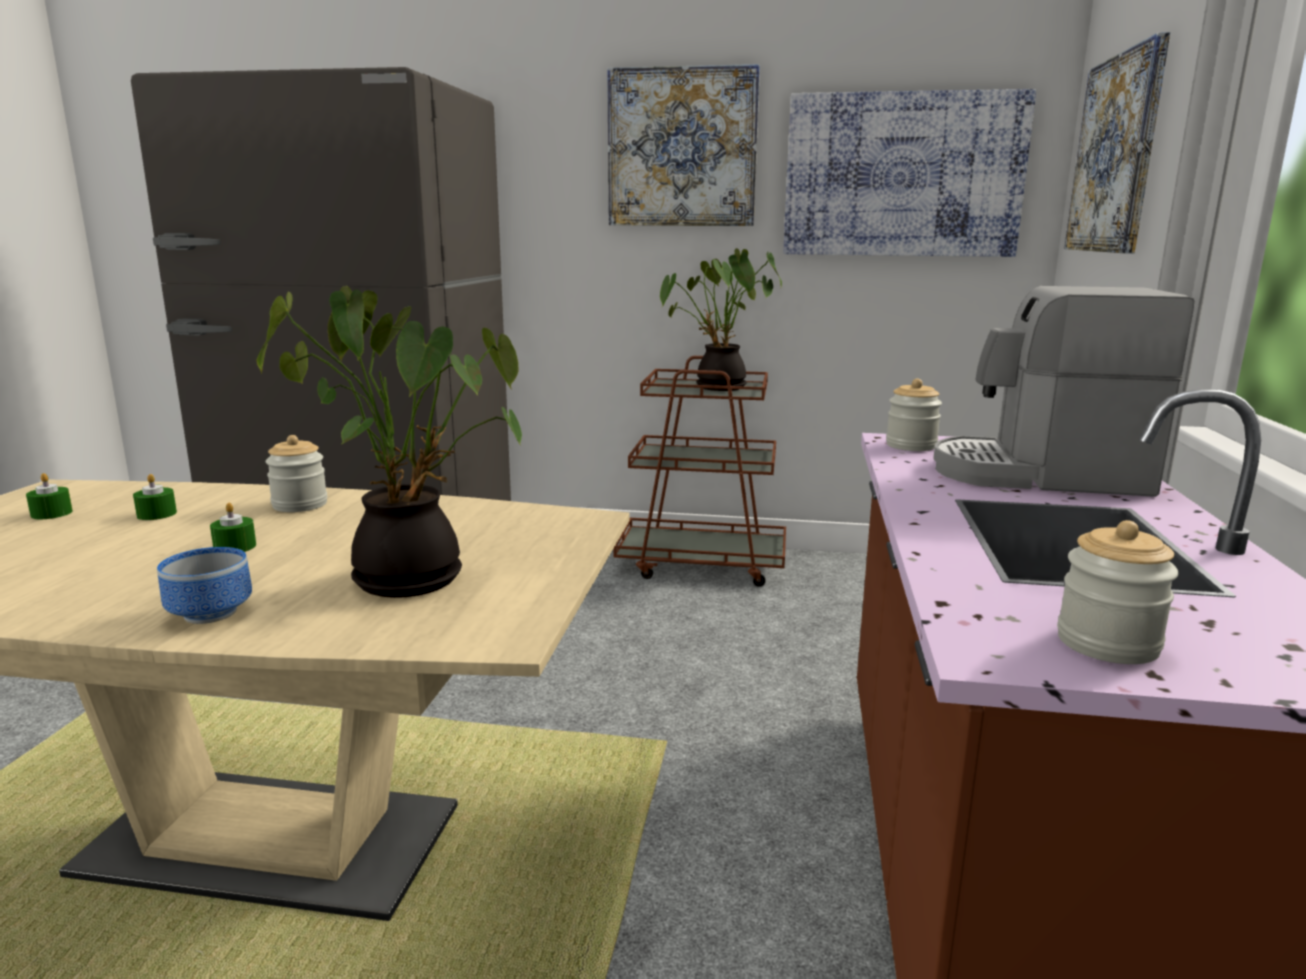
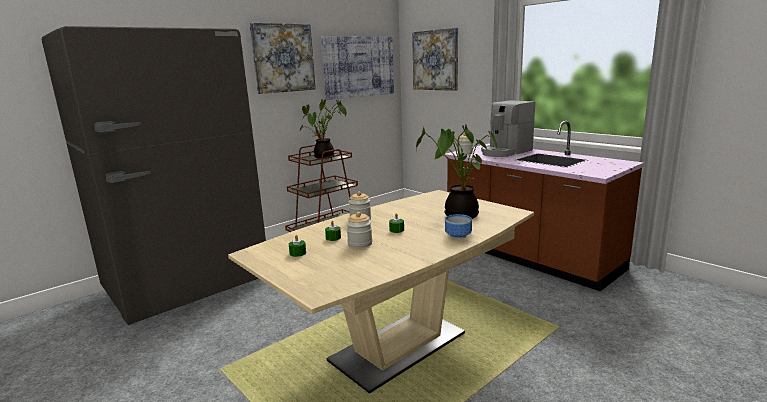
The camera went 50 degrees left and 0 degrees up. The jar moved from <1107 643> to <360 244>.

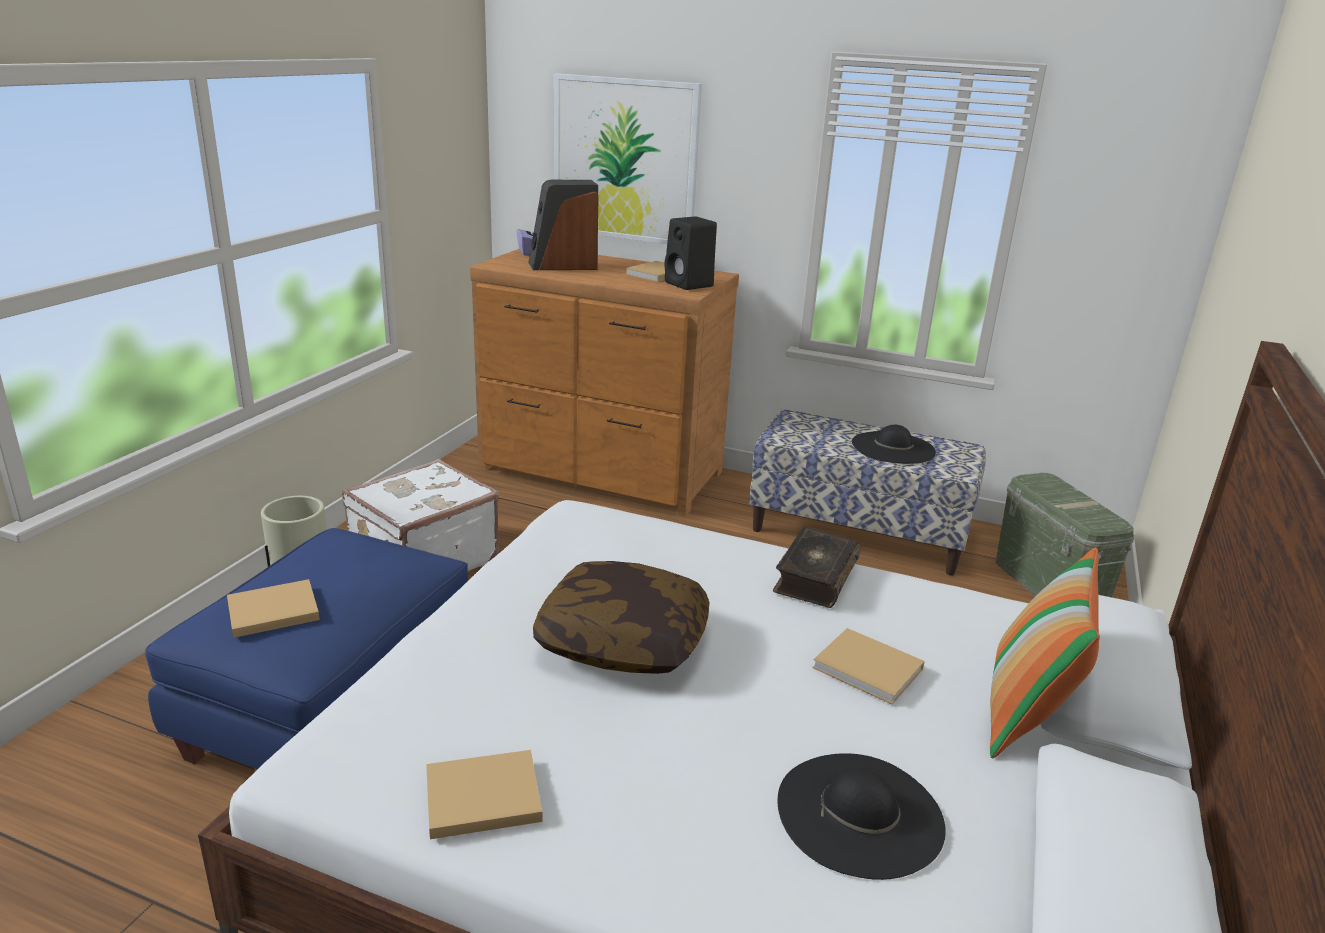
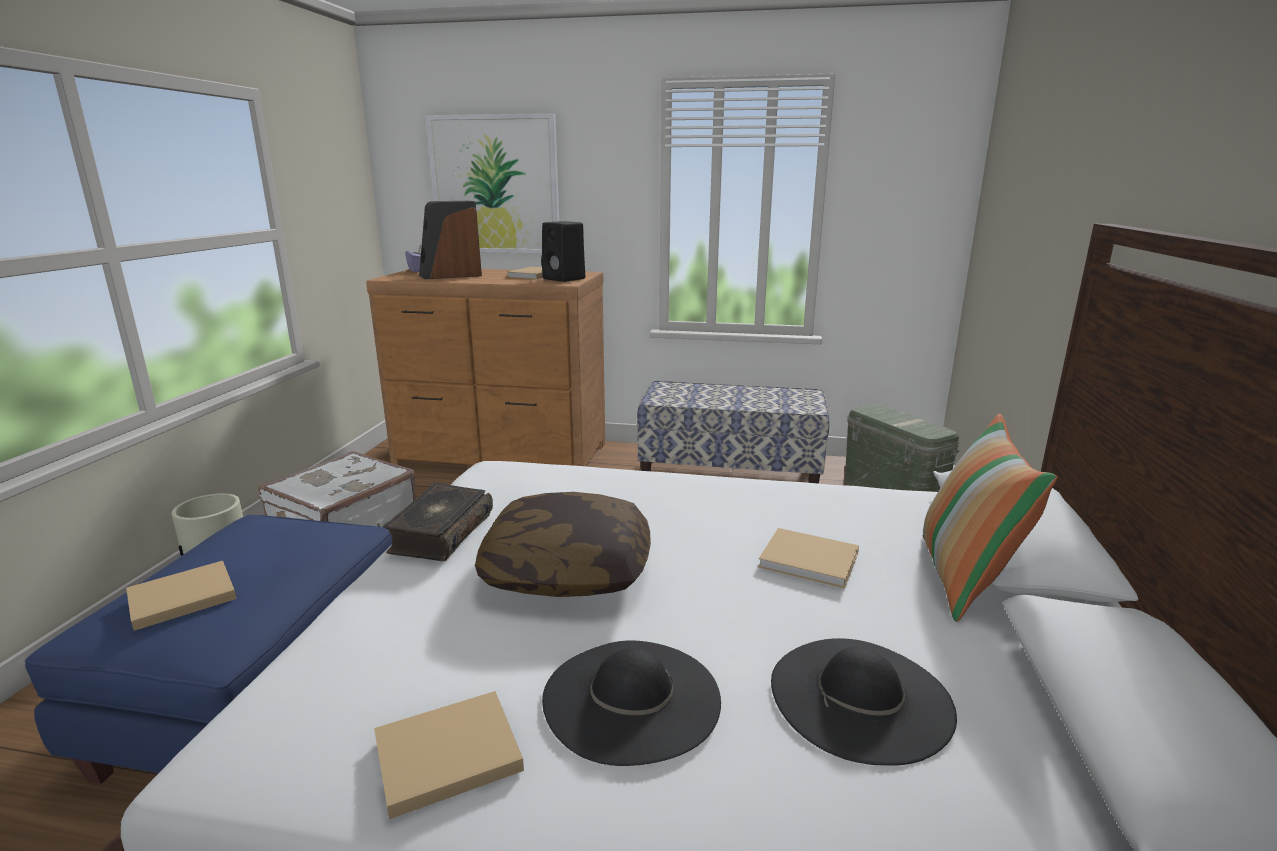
The camera went 10 degrees left and 5 degrees down. The book moved from <814 578> to <440 534>. The hat (black) moved from <893 447> to <631 698>.

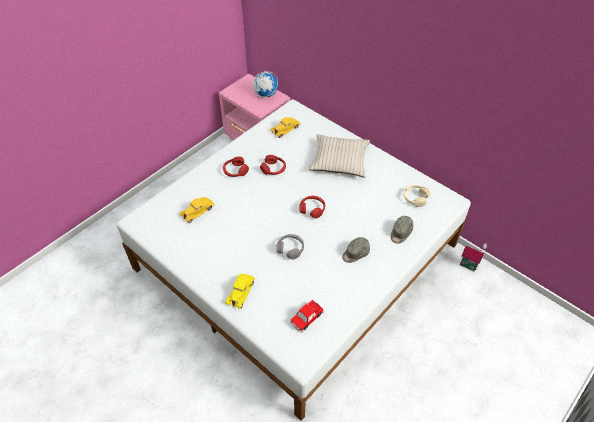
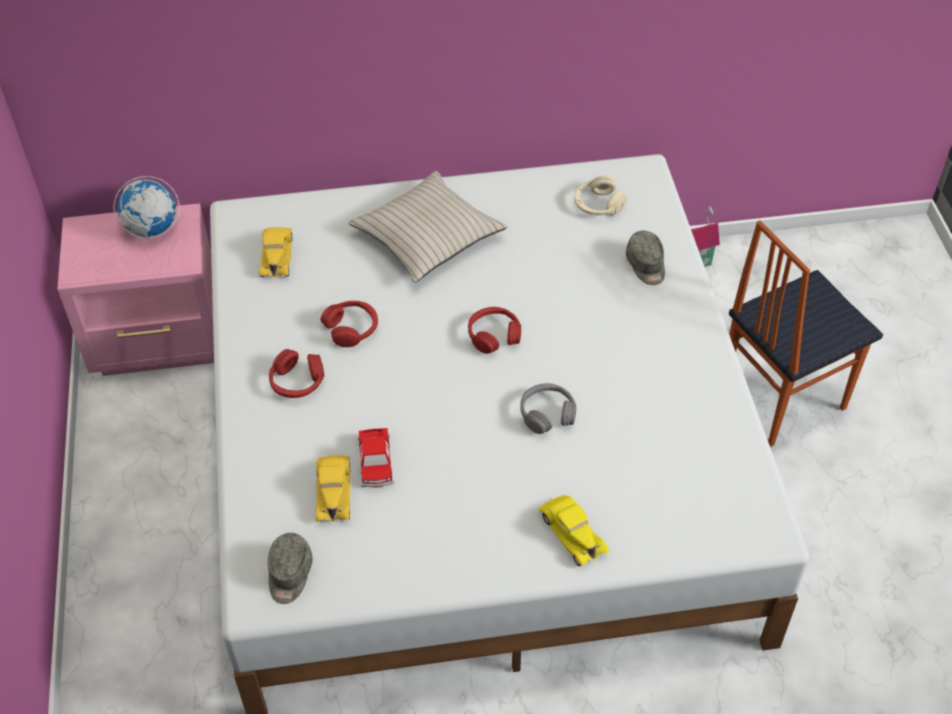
The camera went 50 degrees left and 0 degrees up. The cap (grey) moved from <355 253> to <289 574>. The toy car moved from <306 318> to <376 462>. The chair at <779 398> appeared.

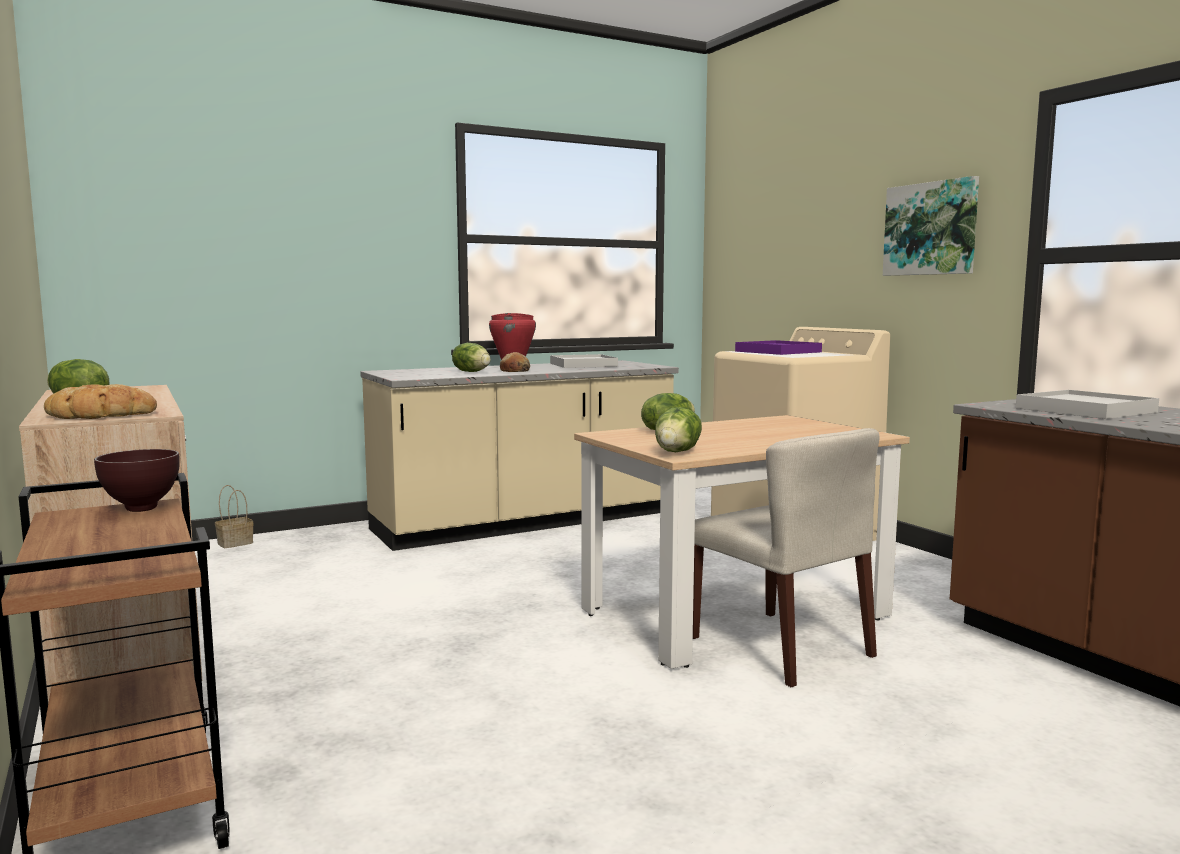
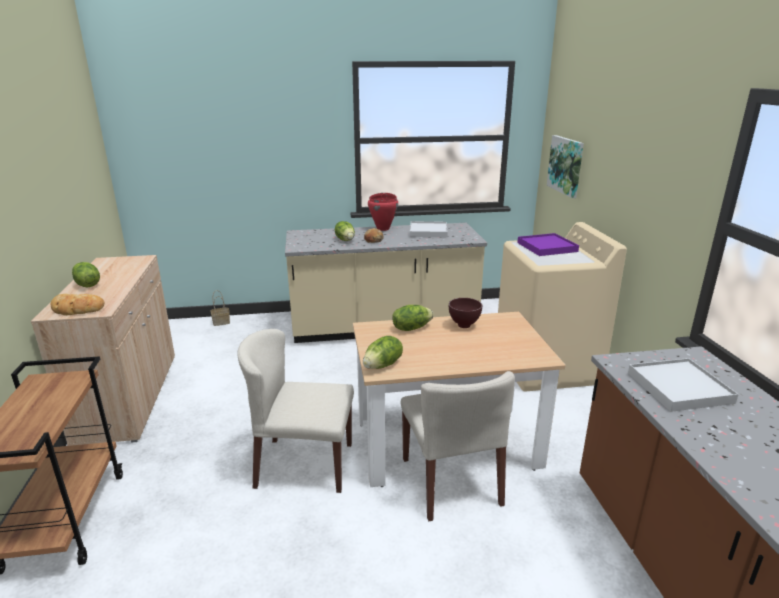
The camera went 20 degrees right and 15 degrees up. The chair (beige) at <303 465> appeared. The bowl (brown) moved from <141 509> to <464 326>. The picture moved from <931 229> to <566 165>.

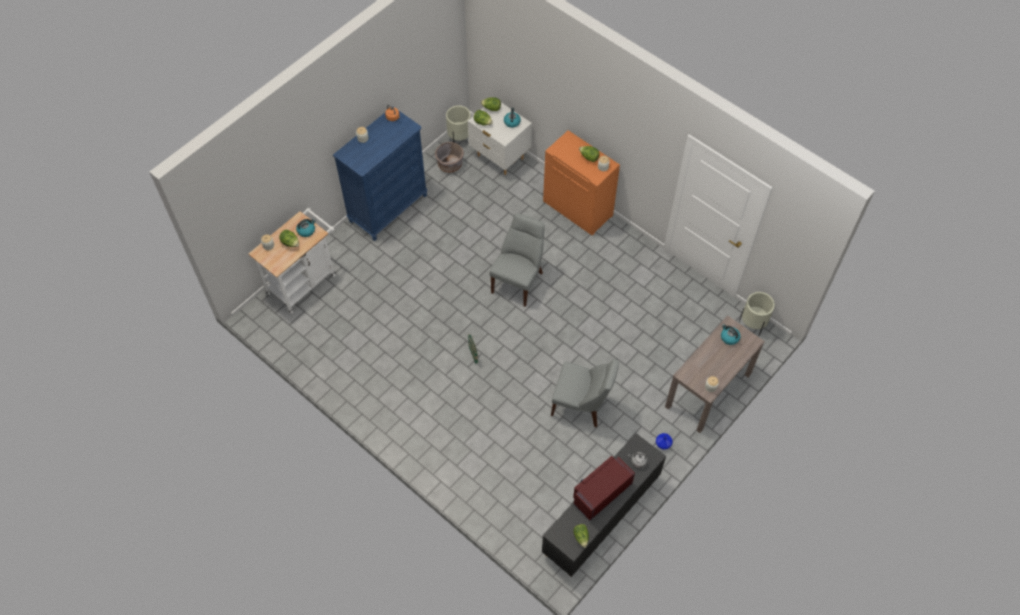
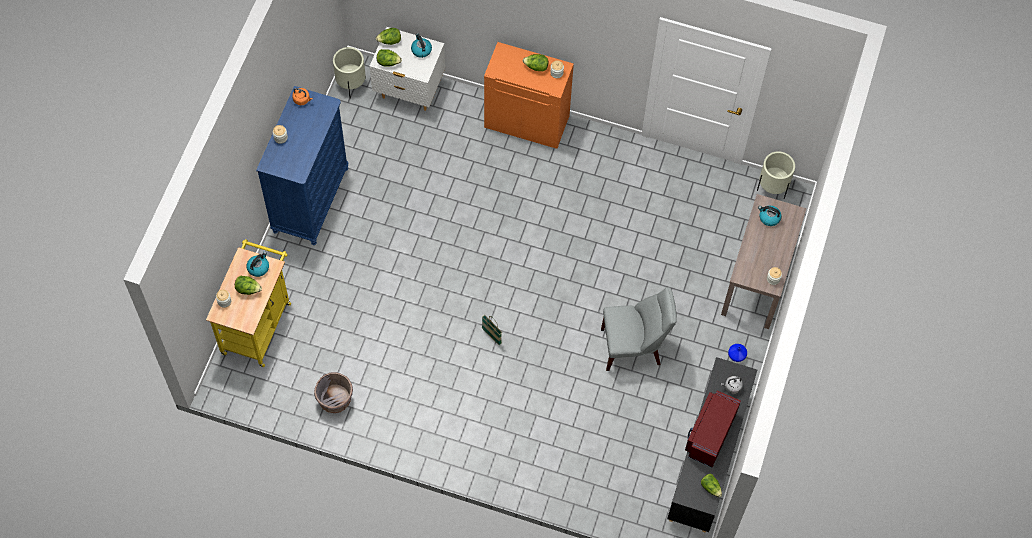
The camera went 25 degrees left and 5 degrees up. The cart (white) at <304 281> became the cart (yellow) at <258 323>. The planter (grey) moved from <450 165> to <335 399>. The chair (grey) at <519 281> disappeared.

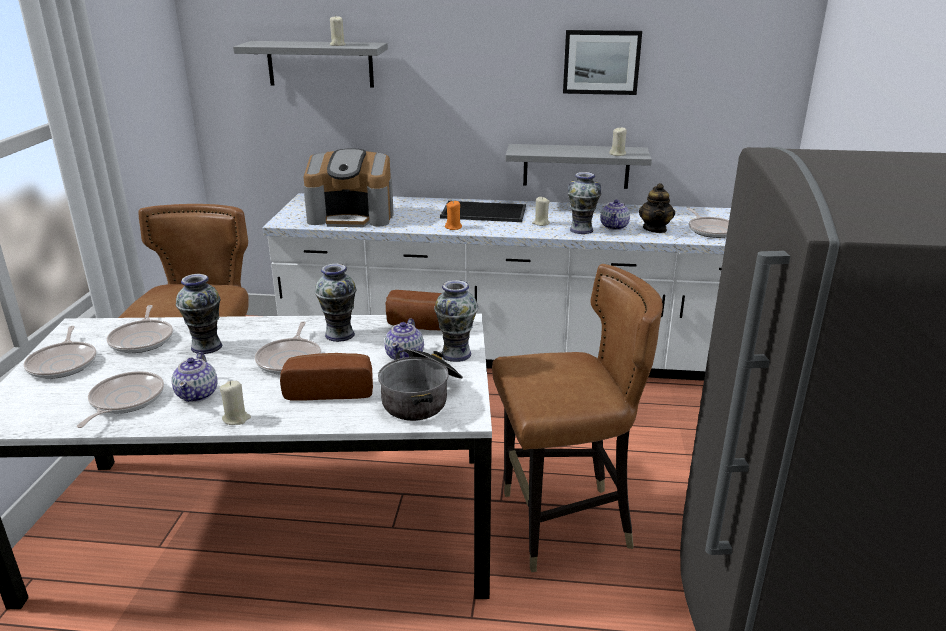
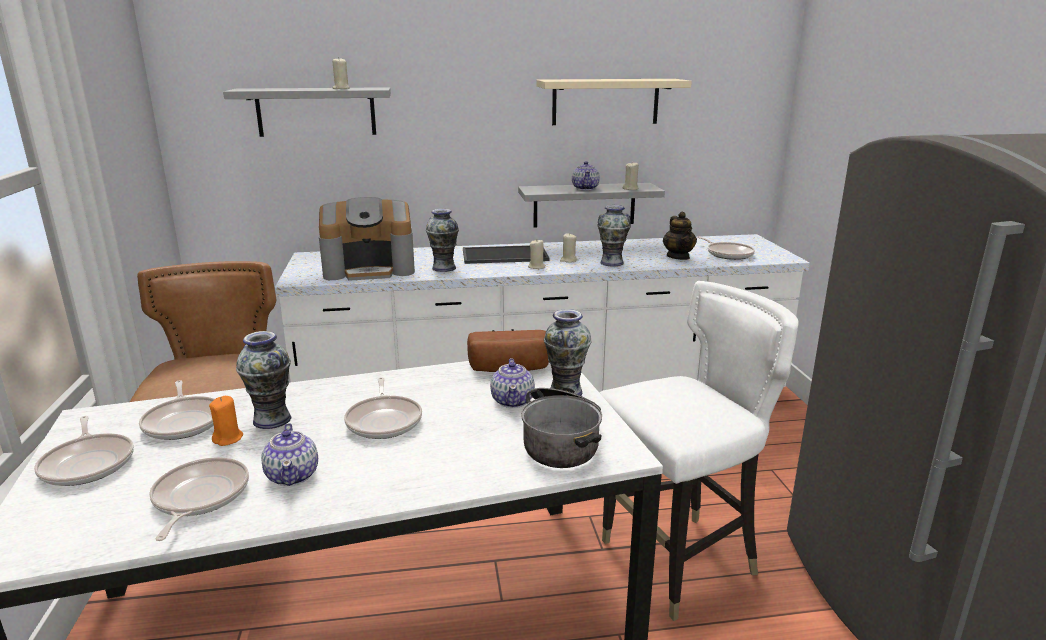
The camera went 15 degrees left and 5 degrees down. The candle (orange) moved from <453 227> to <228 439>. The vase moved from <340 334> to <444 268>. The candle (beige) moved from <236 418> to <537 267>. The picture at <601 62> was replaced by the shelf (beige) at <605 101>. The teapot moved from <614 226> to <585 188>. The chair (brown) at <563 525> became the chair (white) at <678 563>. The bread at <330 389> disappeared.

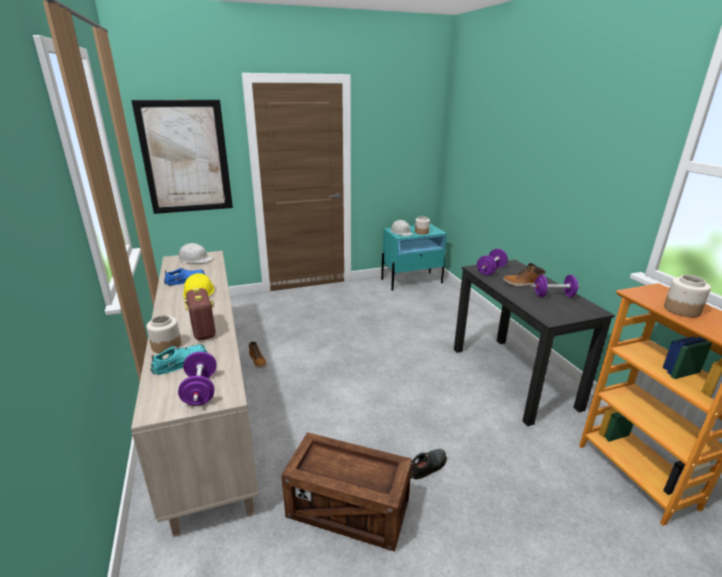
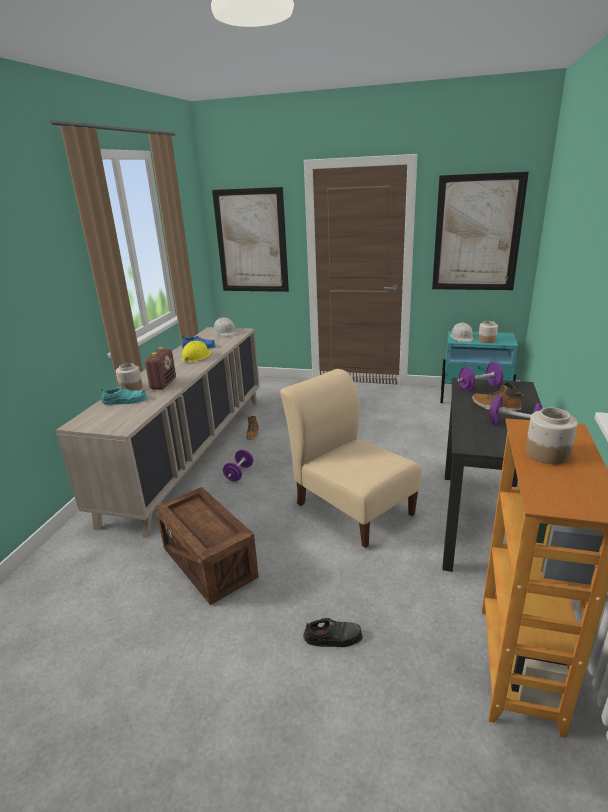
The camera went 35 degrees right and 0 degrees up. The dumbbell (purple) moved from <200 390> to <239 473>. The chair (beige) at <351 506> appeared. The shoe (black) moved from <427 466> to <333 637>. The picture at <477 234> appeared.

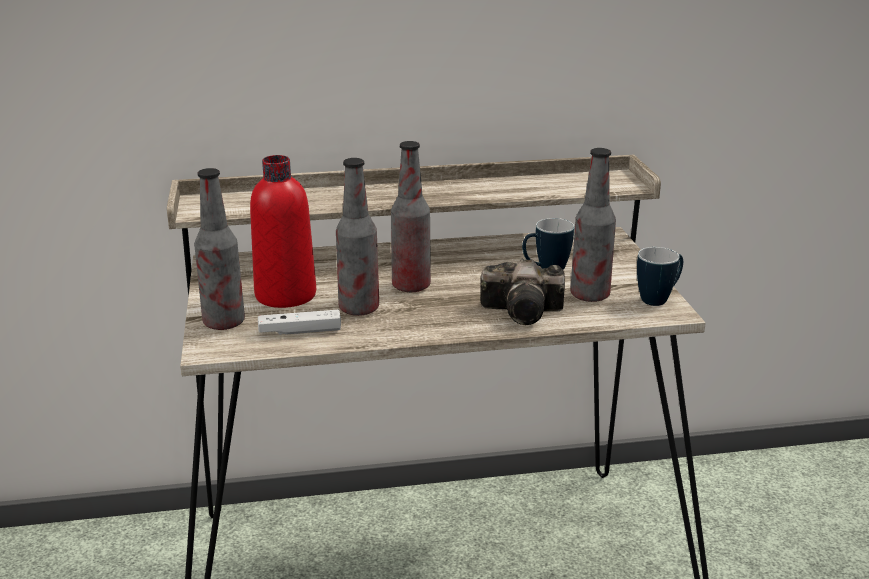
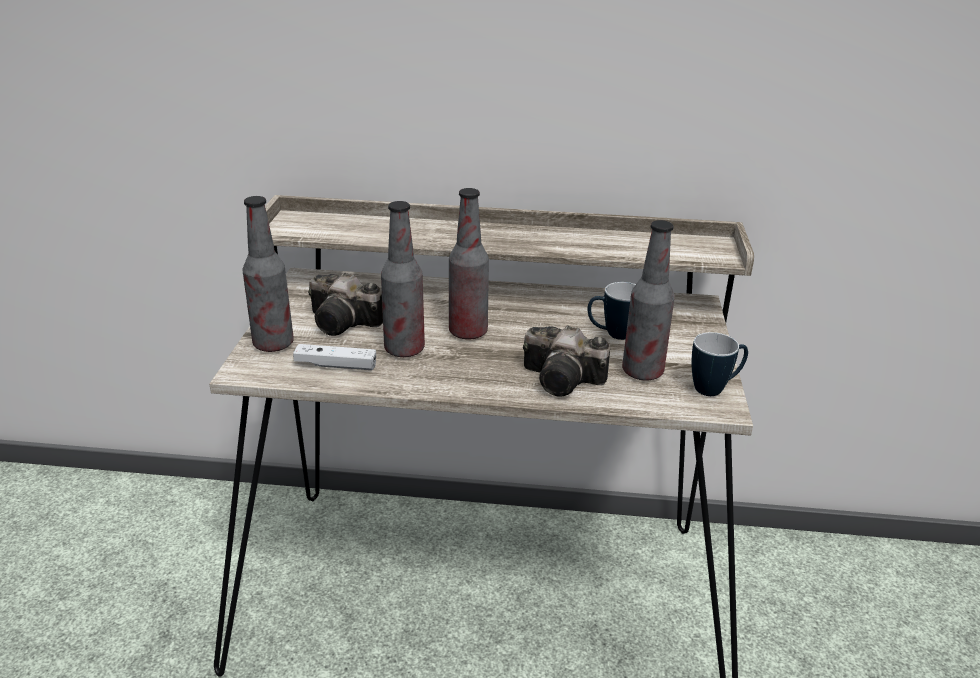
The camera went 15 degrees right and 5 degrees up. The bottle (red) at <285 295> was replaced by the photo camera at <345 323>.

